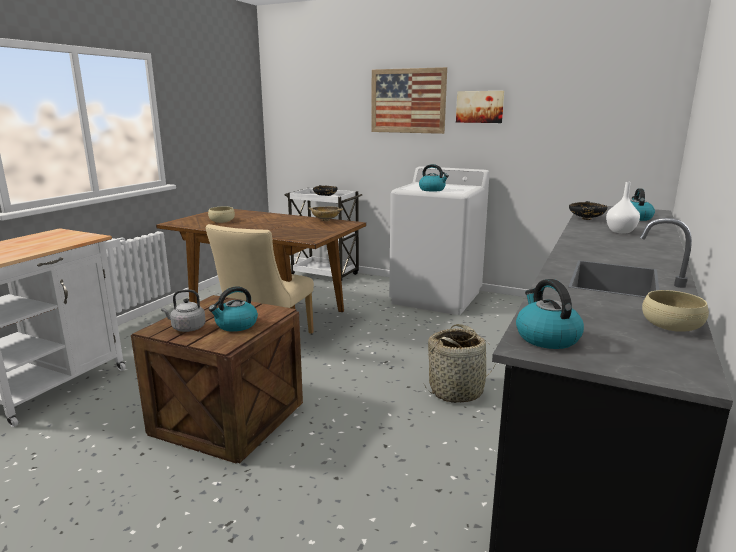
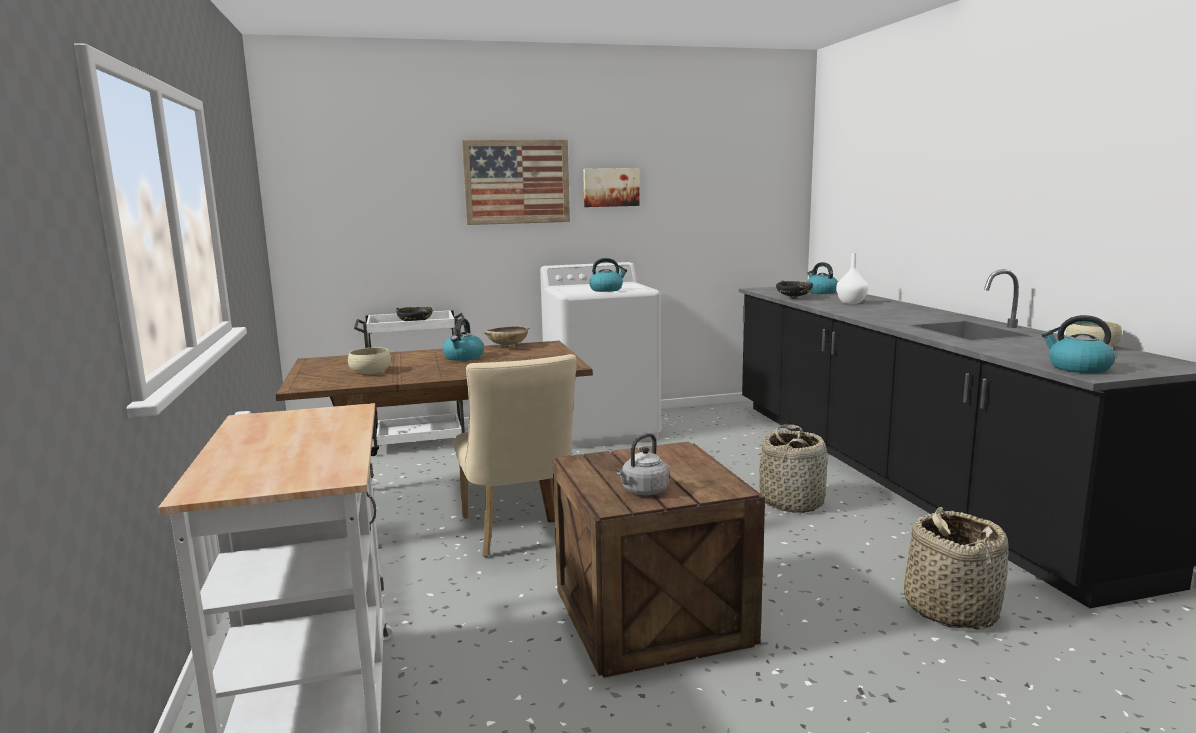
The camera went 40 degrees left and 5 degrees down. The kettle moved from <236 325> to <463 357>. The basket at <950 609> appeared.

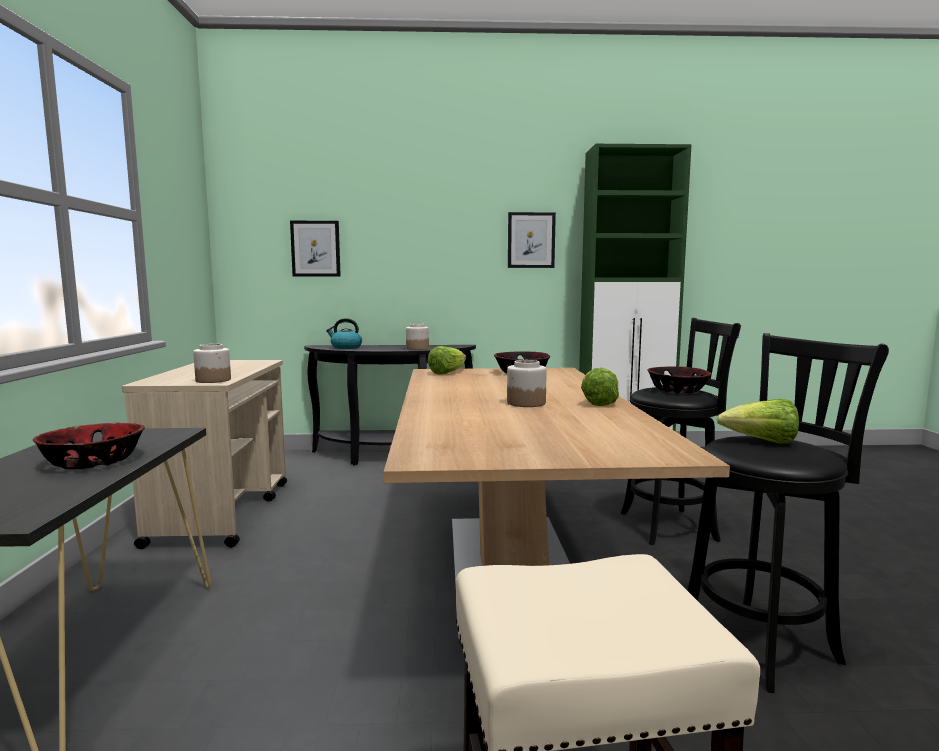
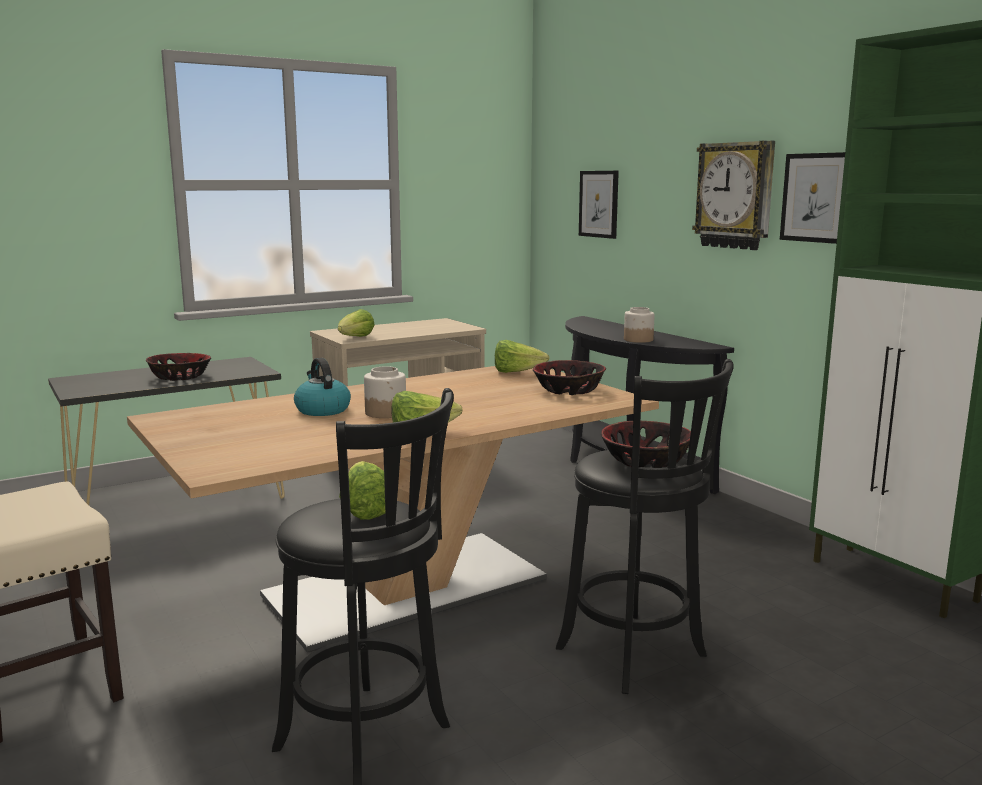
The camera went 60 degrees right and 5 degrees up. The kettle moved from <345 347> to <322 410>. The jar at <213 380> was replaced by the lettuce at <355 338>. The wall clock at <735 195> appeared.

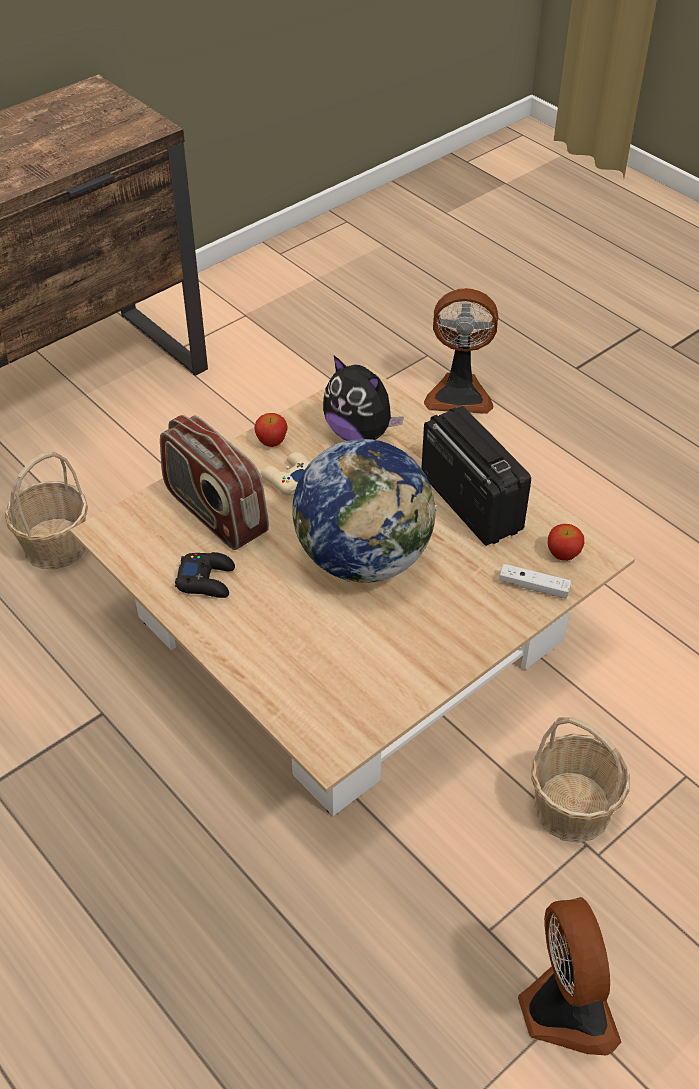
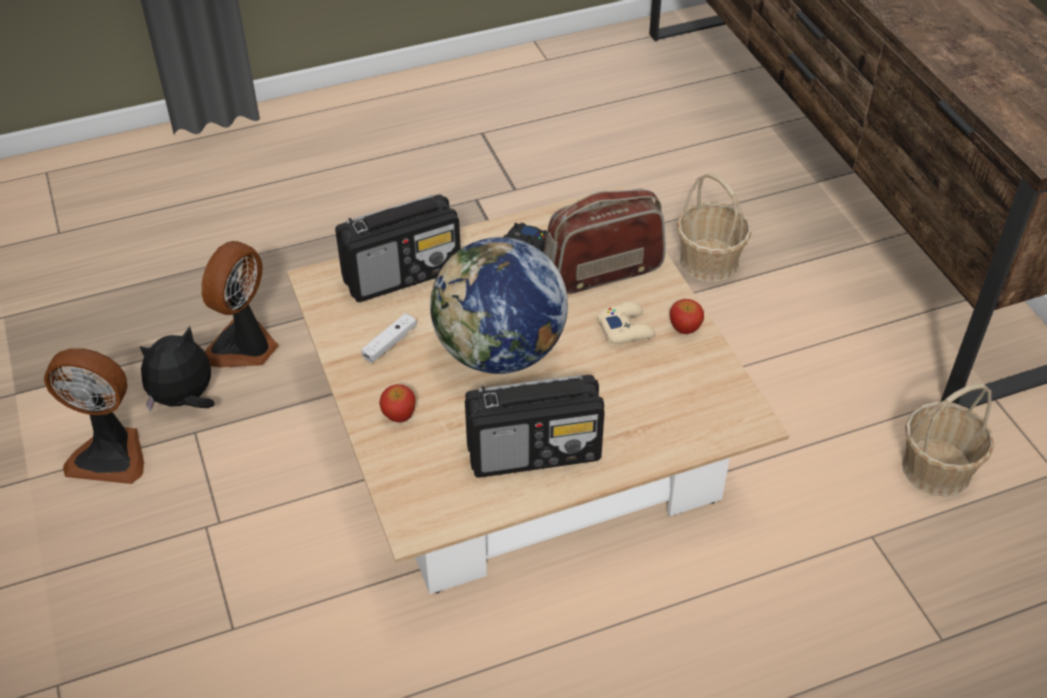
The camera went 110 degrees right and 0 degrees up. The plush toy moved from <359 433> to <184 400>. The fan moved from <459 393> to <244 347>. The radio at <403 274> appeared. The game controller (white) moved from <533 587> to <390 343>. The apple moved from <563 554> to <399 414>. The basket moved from <572 807> to <937 469>.

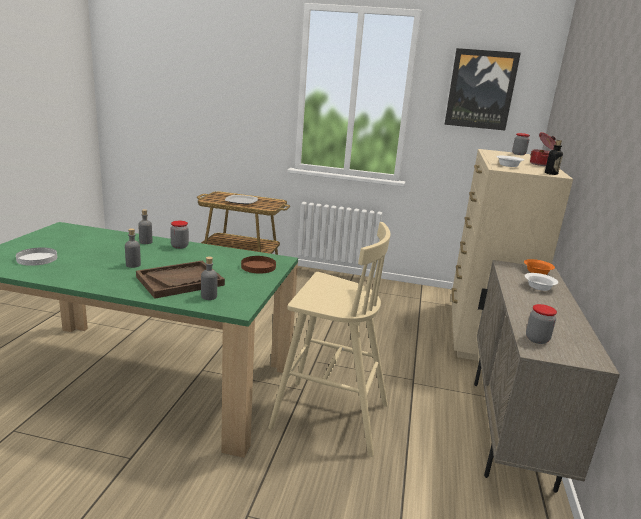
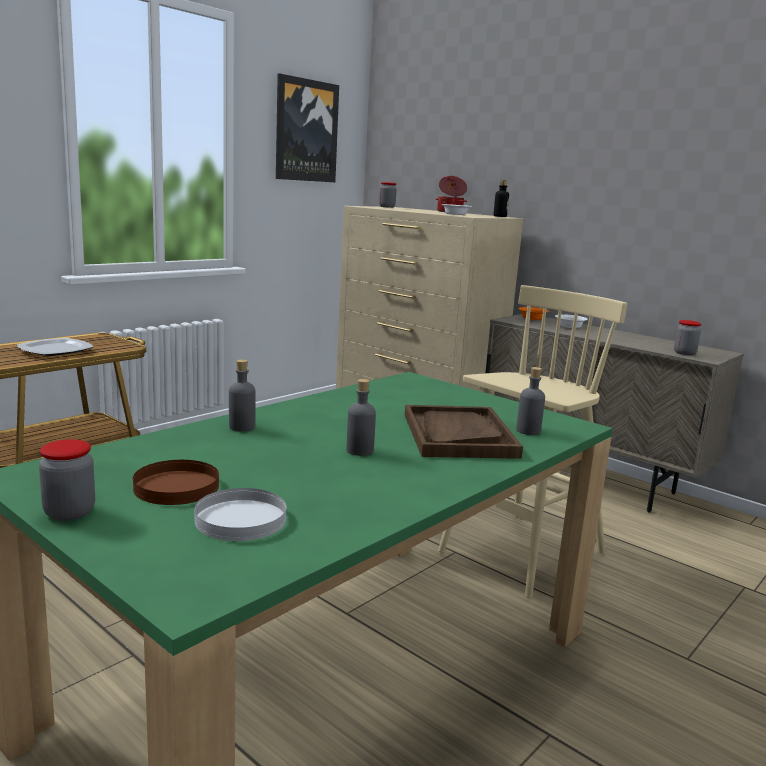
The camera went 60 degrees left and 5 degrees down. The jar moved from <179 246> to <69 512>. The plate (brown) moved from <258 266> to <177 486>.

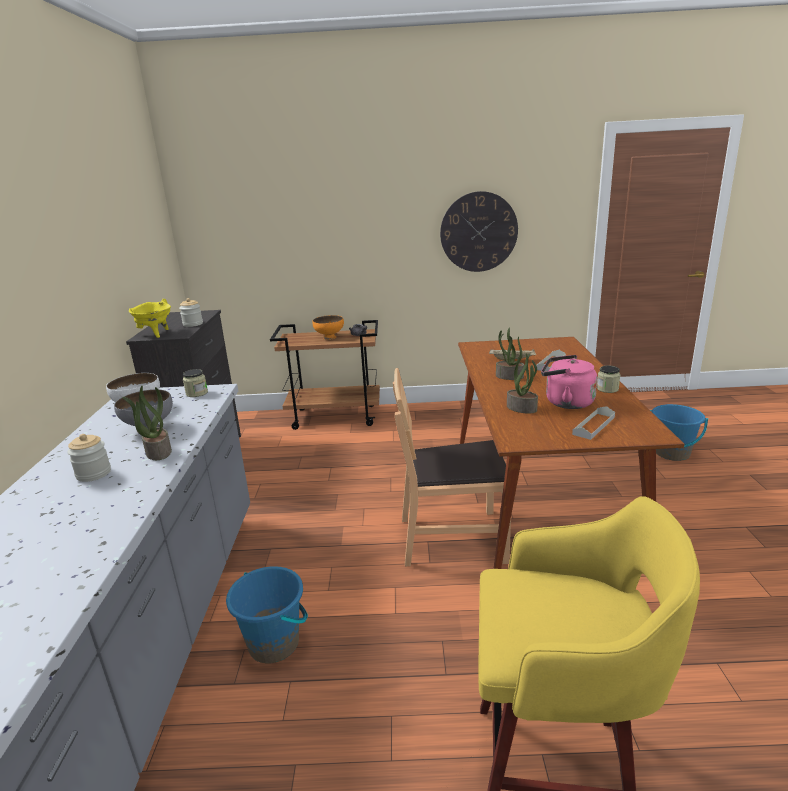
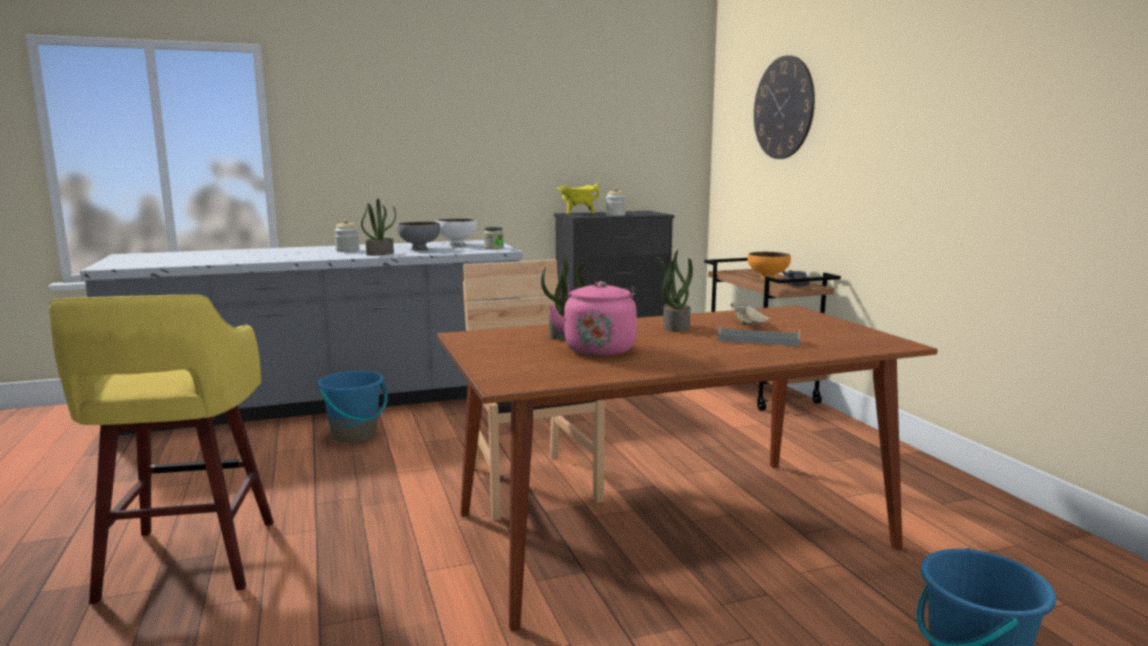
The camera went 70 degrees right and 10 degrees down. The wall clock moved from <478 232> to <783 108>. The tray (grey) at <593 426> disappeared. The jar at <607 389> disappeared.

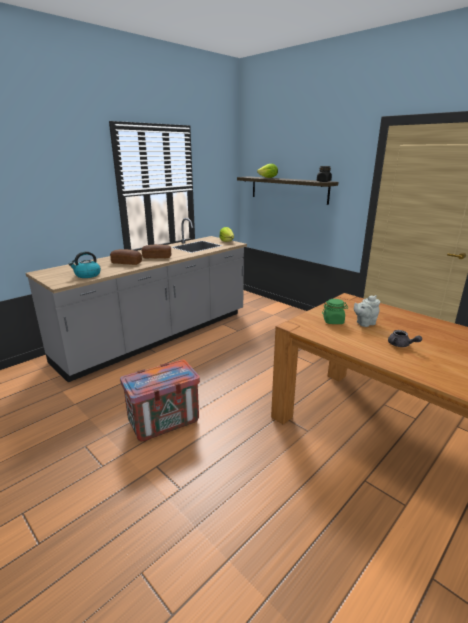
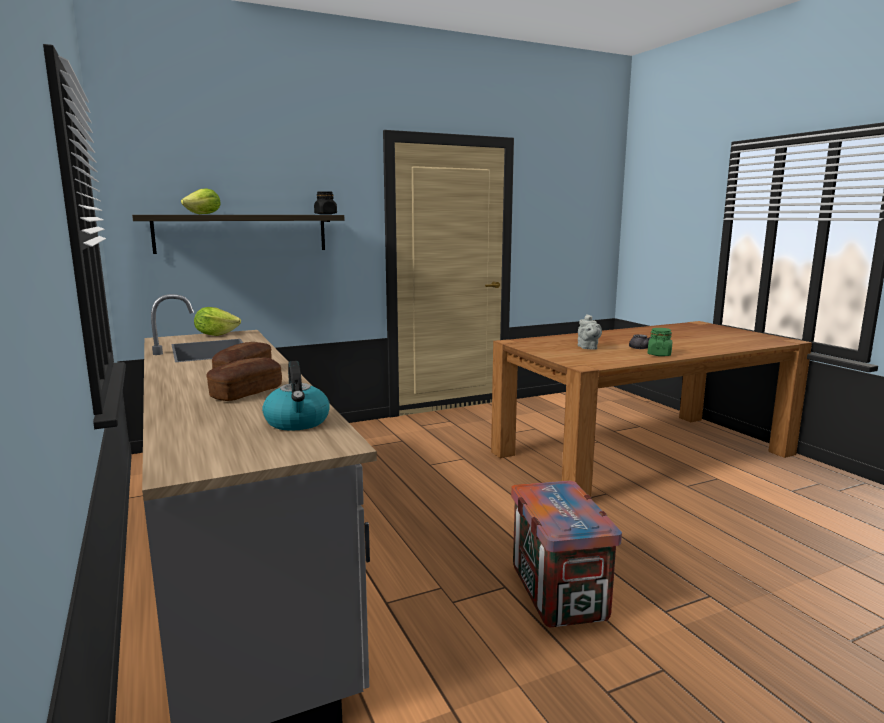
The camera went 70 degrees left and 10 degrees down. The jar (green) moved from <333 321> to <659 354>.

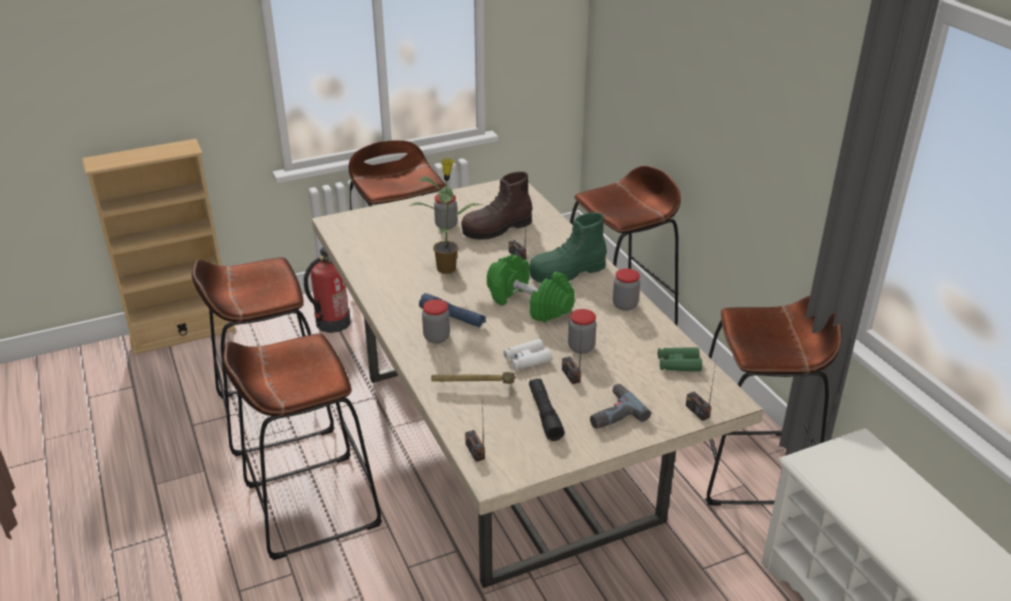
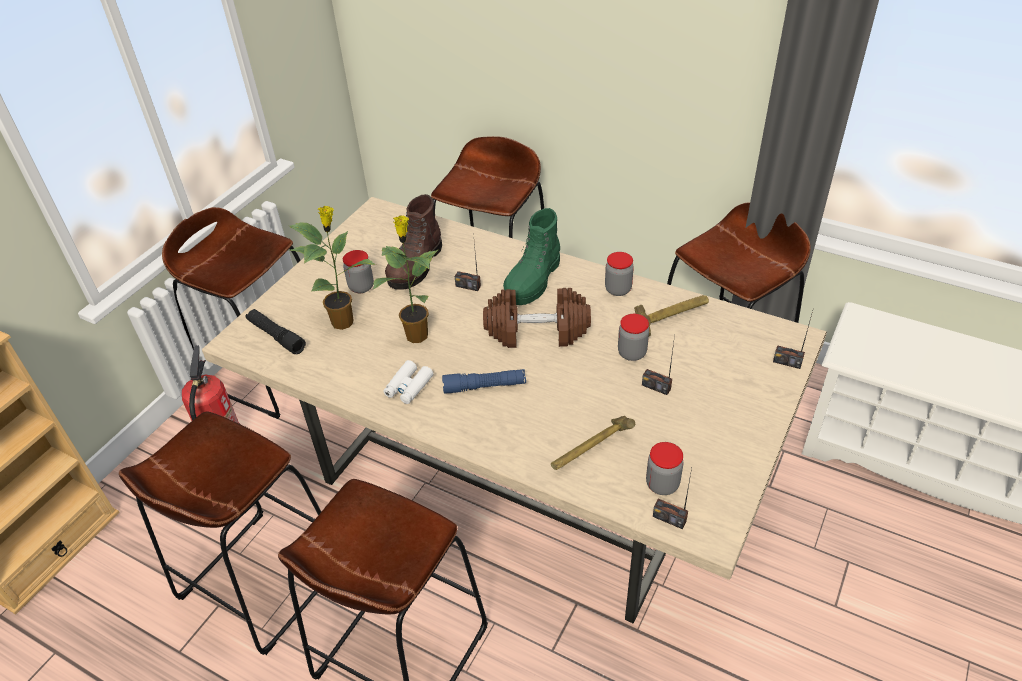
The camera went 35 degrees left and 10 degrees up. The flashlight (black) moved from <544 414> to <276 336>. The potted plant at <344 321> appeared. The binoculars (white) moved from <527 359> to <408 387>. The dumbbell (green) at <529 304> became the dumbbell (brown) at <537 332>. The hammer at <671 320> appeared. The jar moved from <436 337> to <662 484>. The power drill at <611 413> disappeared. The binoculars (green) at <678 364> disappeared.

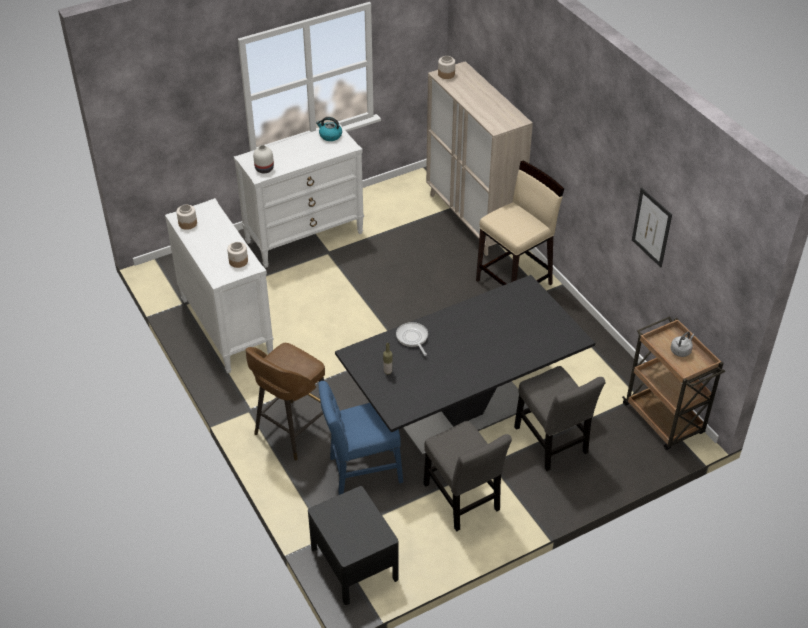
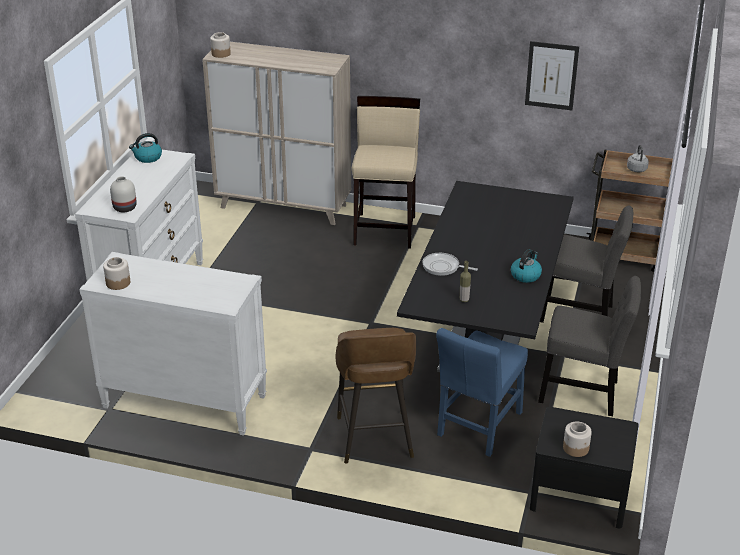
The camera went 45 degrees left and 10 degrees down. The kettle at <525 275> appeared. The jar moved from <238 261> to <576 448>.

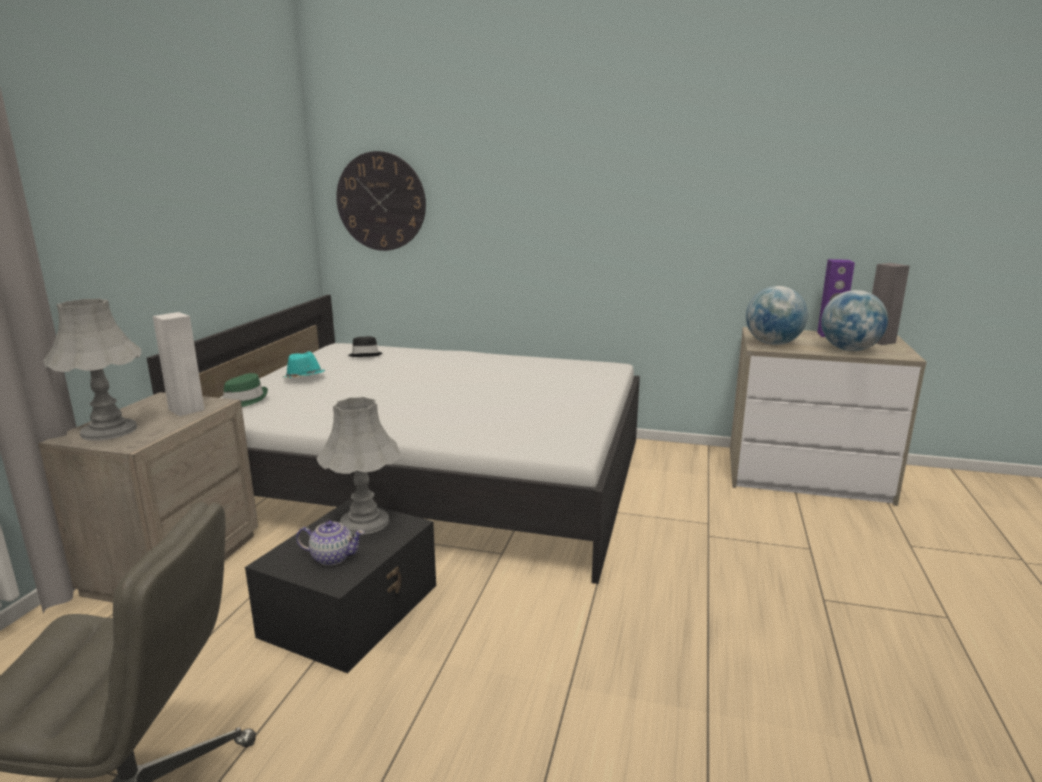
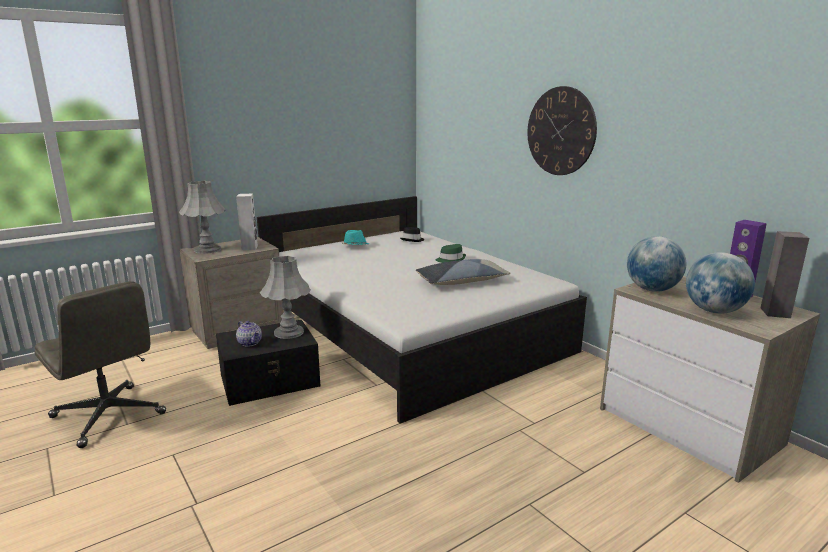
The camera went 40 degrees right and 0 degrees up. The pillow at <461 281> appeared. The hat (green) moved from <243 400> to <451 260>. The wall clock moved from <381 201> to <561 131>.

